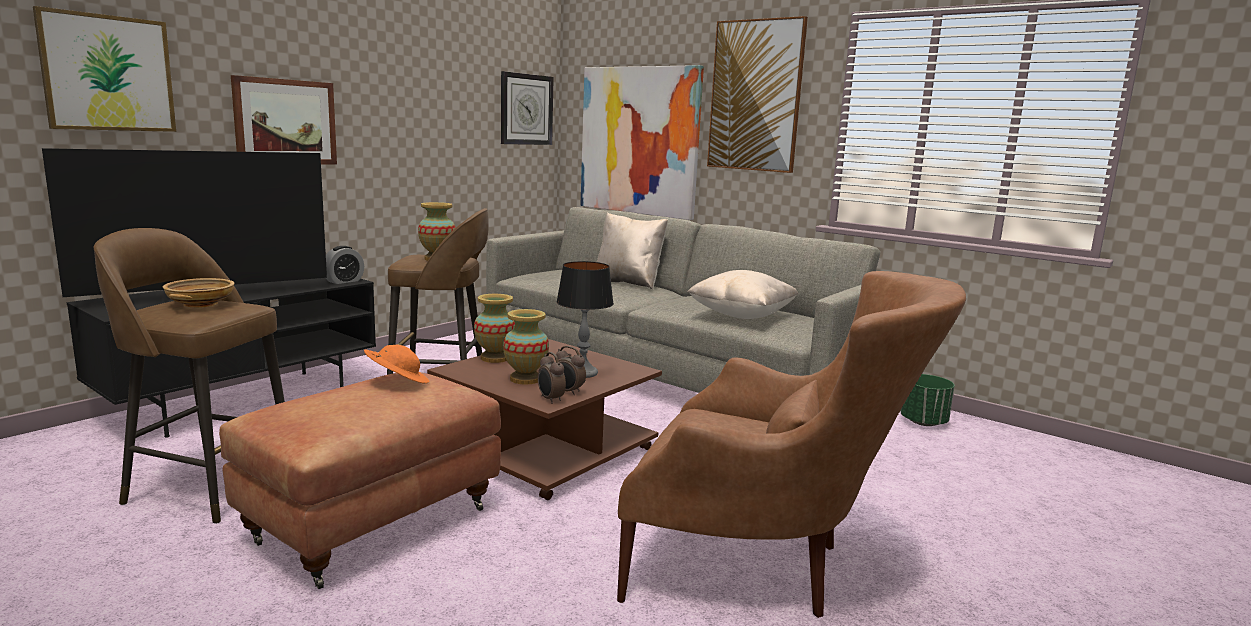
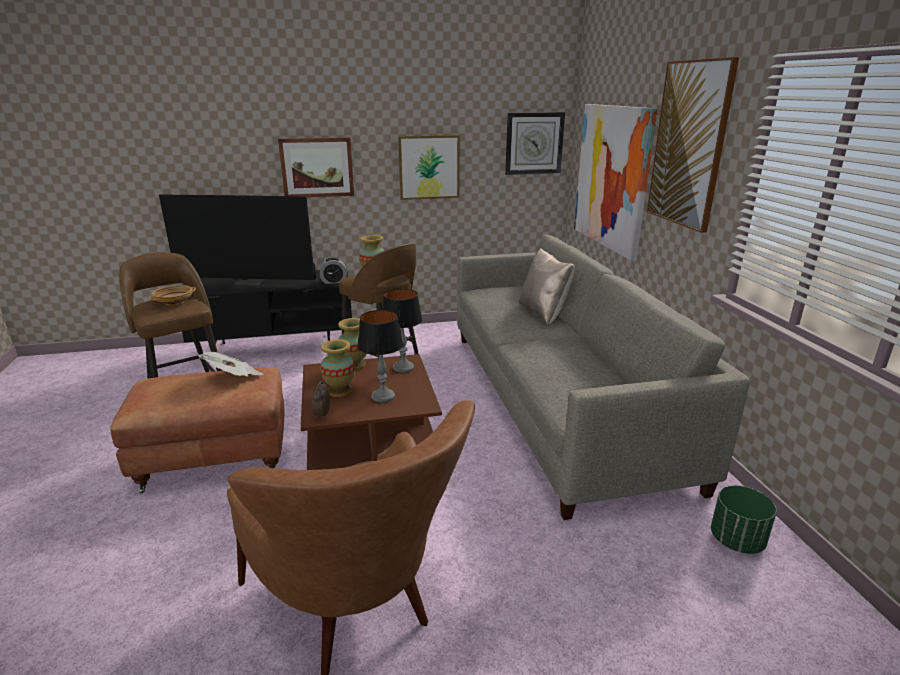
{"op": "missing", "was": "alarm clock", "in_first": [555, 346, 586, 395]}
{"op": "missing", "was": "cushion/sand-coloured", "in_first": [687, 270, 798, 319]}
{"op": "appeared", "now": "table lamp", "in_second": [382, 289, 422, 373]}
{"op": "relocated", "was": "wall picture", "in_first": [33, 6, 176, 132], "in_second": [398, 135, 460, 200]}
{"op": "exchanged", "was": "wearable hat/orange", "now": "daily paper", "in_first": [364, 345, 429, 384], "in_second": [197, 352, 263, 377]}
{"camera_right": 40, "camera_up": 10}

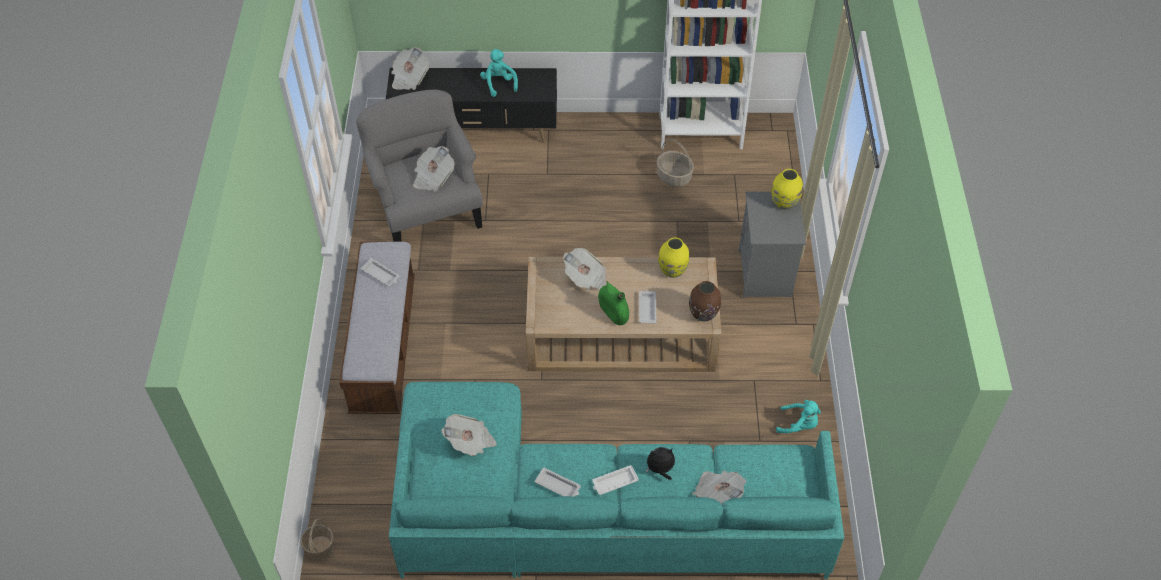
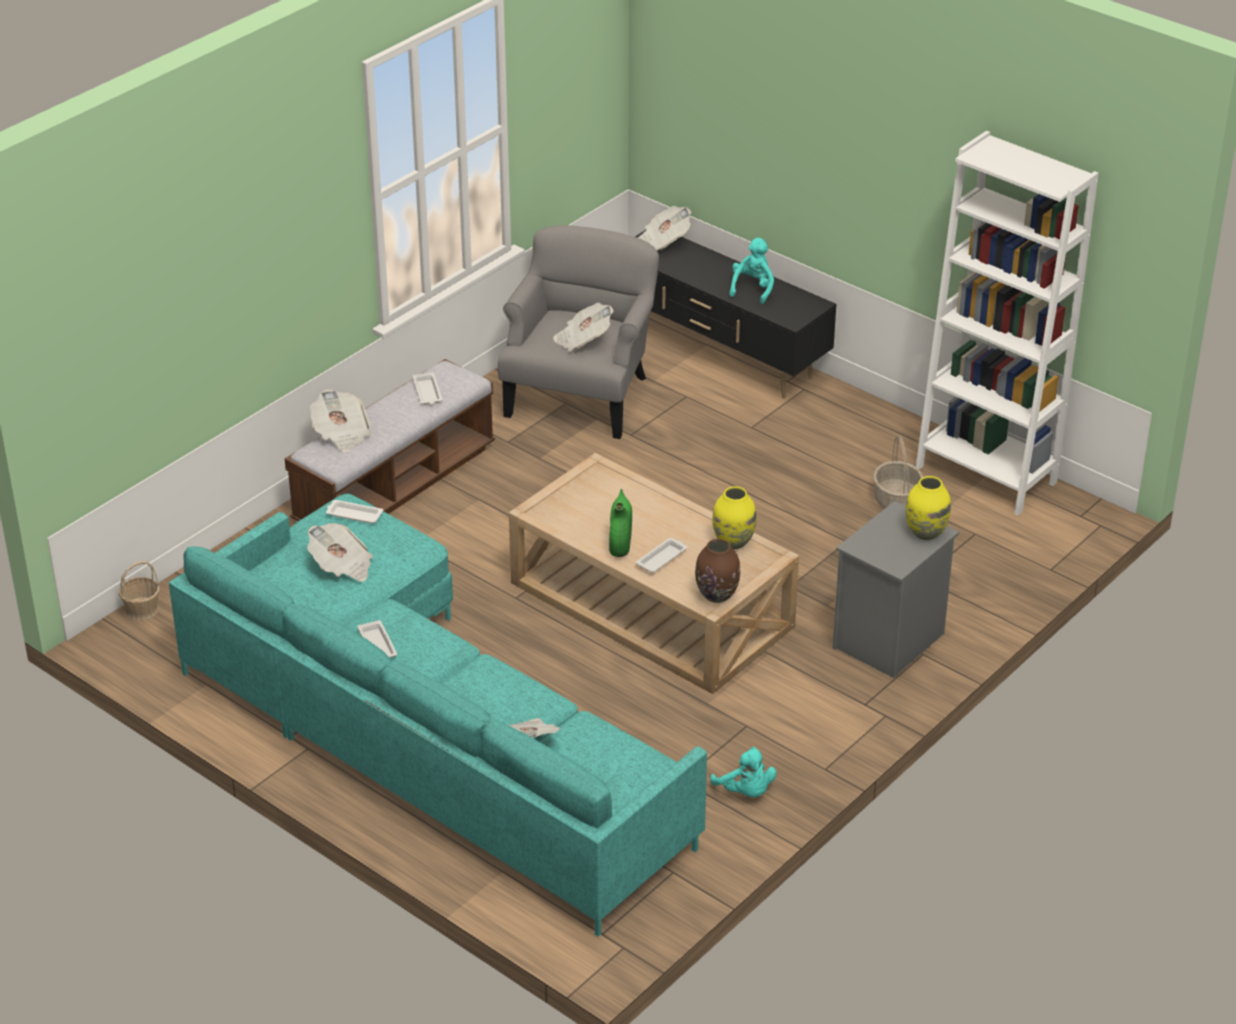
{"op": "missing", "was": "cuddly toy", "in_first": [646, 447, 675, 480]}
{"op": "relocated", "was": "daily paper", "in_first": [563, 248, 606, 290], "in_second": [310, 389, 371, 452]}
{"op": "relocated", "was": "serving tray/white", "in_first": [592, 465, 639, 495], "in_second": [326, 500, 383, 523]}
{"camera_right": 40, "camera_up": -15}

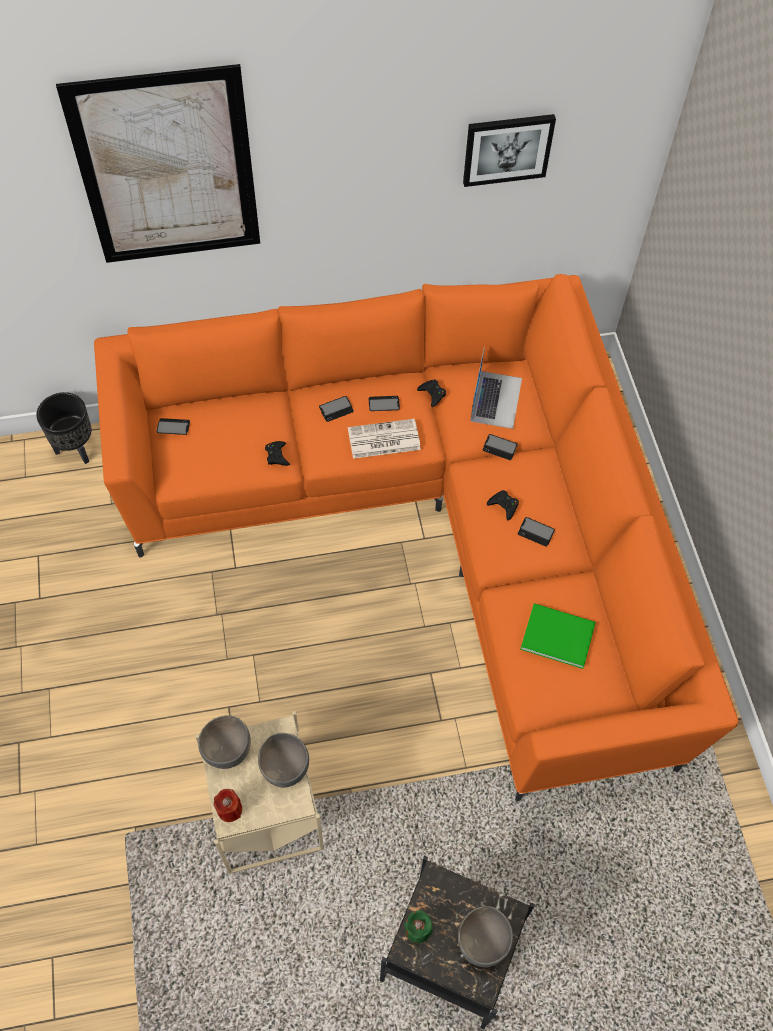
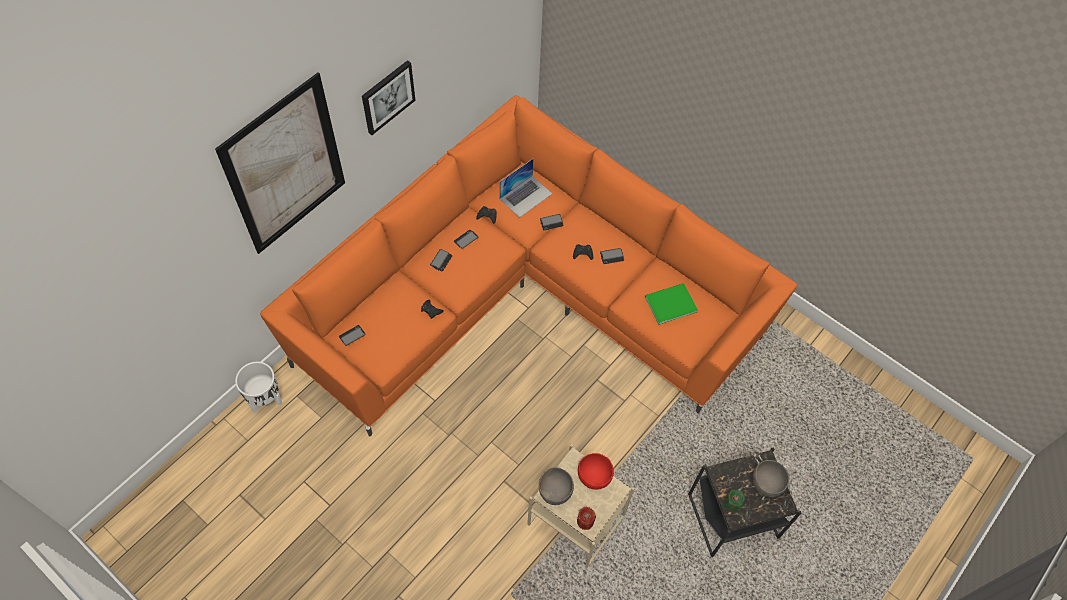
{"op": "missing", "was": "daily paper", "in_first": [348, 419, 421, 459]}
{"op": "relocated", "was": "wall picture", "in_first": [463, 114, 556, 187], "in_second": [362, 60, 416, 135]}
{"op": "colour", "was": "planter/black-coloured", "now": "planter/white", "in_first": [36, 392, 92, 464], "in_second": [235, 362, 282, 413]}
{"op": "colour", "was": "deep dish/greyish", "now": "deep dish/reddish", "in_first": [258, 733, 309, 788], "in_second": [578, 453, 614, 490]}
{"op": "spun", "was": "notebook computer", "in_first": [470, 346, 522, 429], "in_second": [499, 158, 553, 218], "clockwise": 75}
{"camera_right": -40, "camera_up": 0}

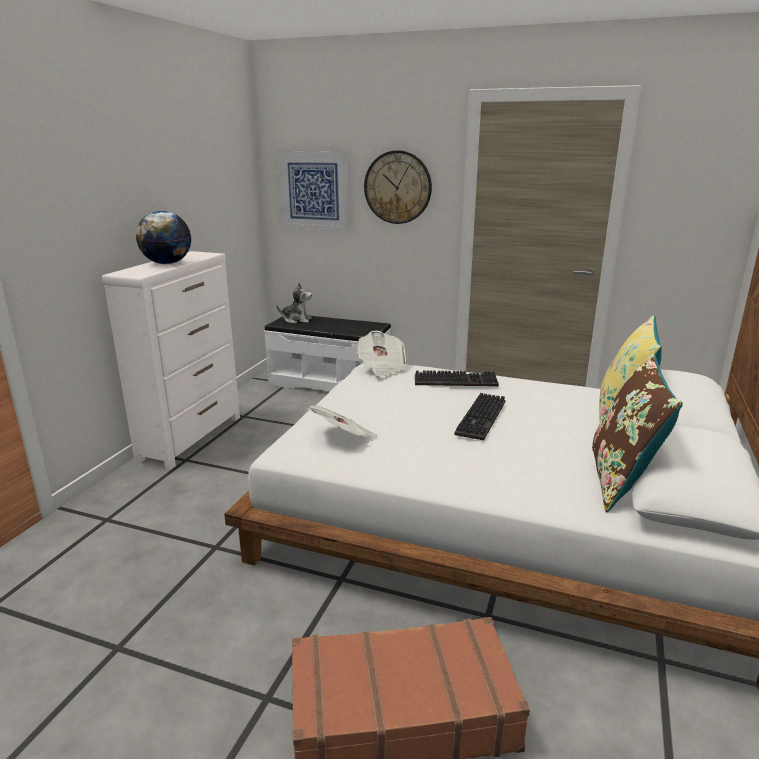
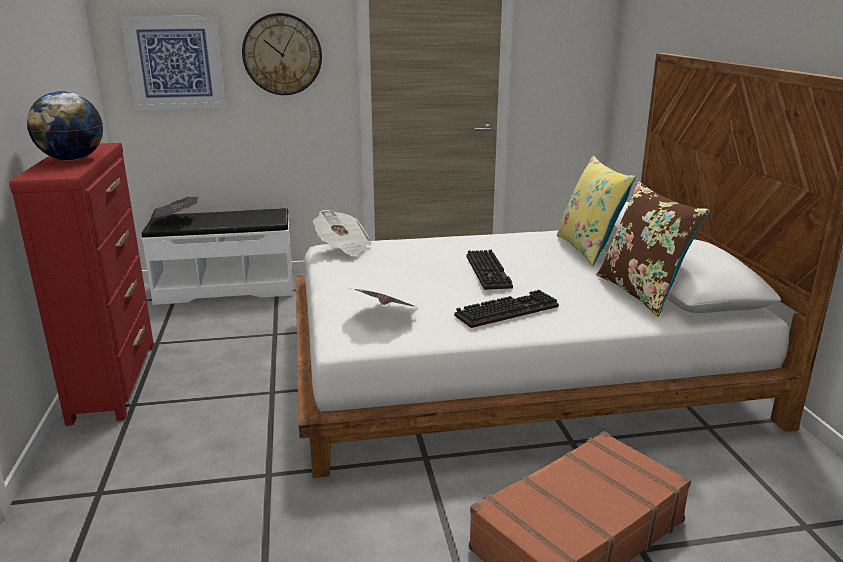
{"op": "relocated", "was": "keyboard", "in_first": [415, 370, 499, 386], "in_second": [454, 290, 559, 328]}
{"op": "exchanged", "was": "cuddly toy", "now": "daily paper", "in_first": [277, 283, 312, 324], "in_second": [151, 197, 198, 218]}
{"op": "colour", "was": "drawer chest/white", "now": "drawer chest/reddish", "in_first": [102, 251, 240, 470], "in_second": [9, 143, 154, 426]}
{"camera_right": -30, "camera_up": 0}

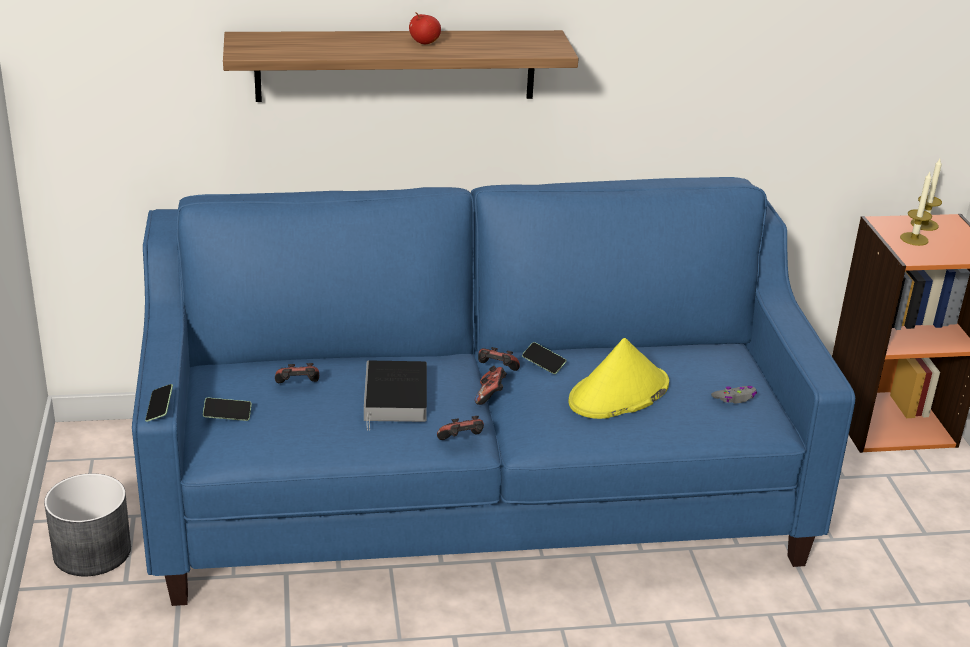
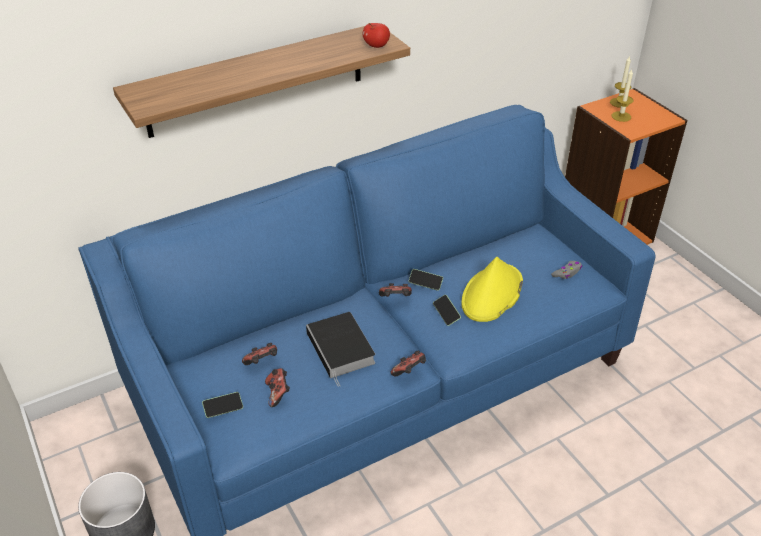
{"op": "relocated", "was": "handset", "in_first": [145, 384, 173, 422], "in_second": [433, 295, 461, 326]}
{"op": "relocated", "was": "apple fruit", "in_first": [409, 12, 441, 44], "in_second": [363, 23, 390, 48]}
{"op": "relocated", "was": "joypad", "in_first": [475, 366, 507, 405], "in_second": [265, 368, 290, 407]}
{"camera_right": -20, "camera_up": 10}

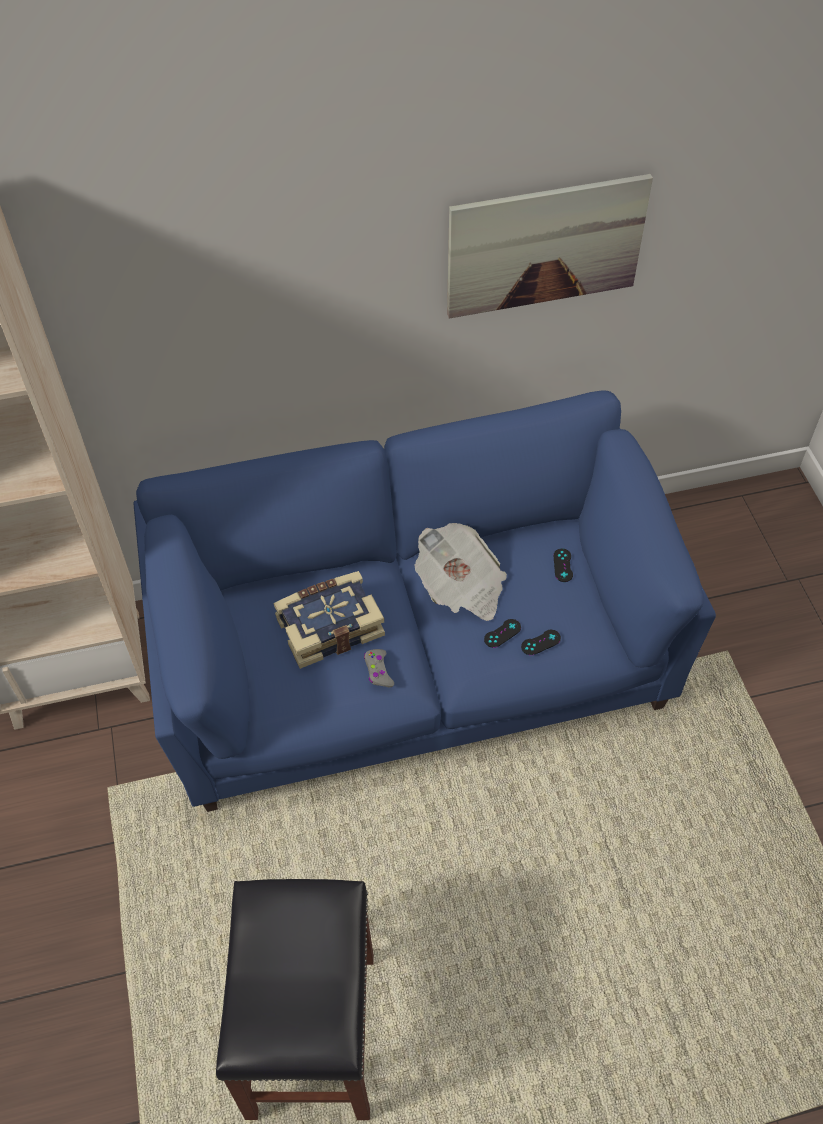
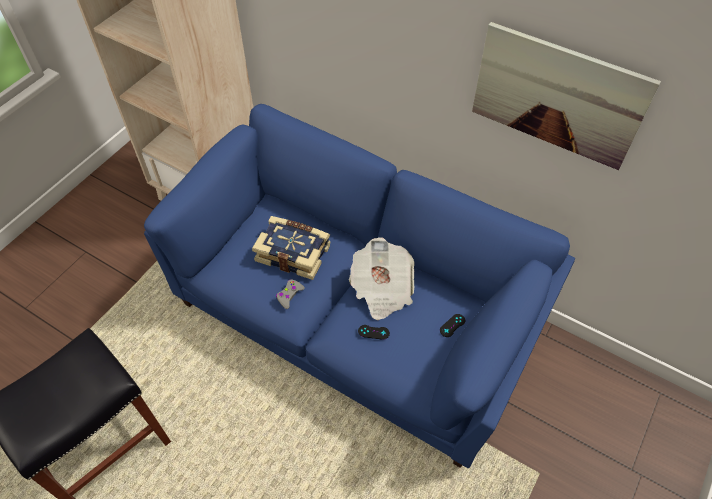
{"op": "missing", "was": "joypad/black-coloured", "in_first": [521, 630, 561, 655]}
{"camera_right": 45, "camera_up": 0}

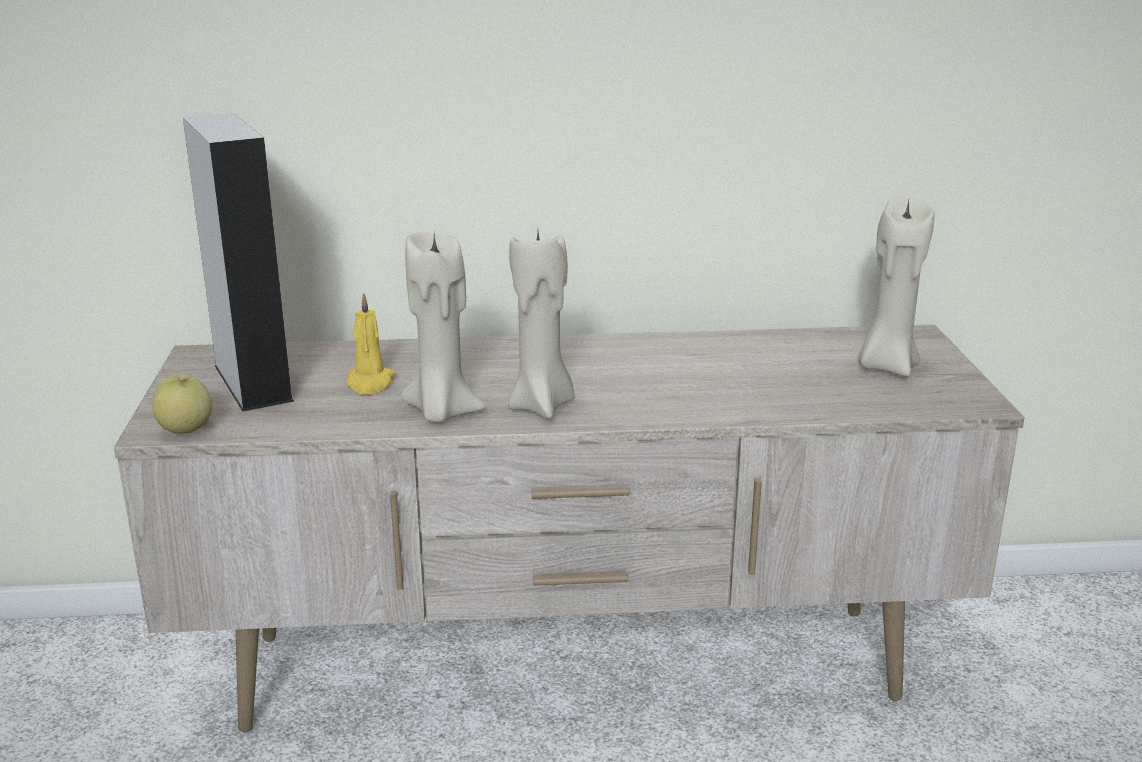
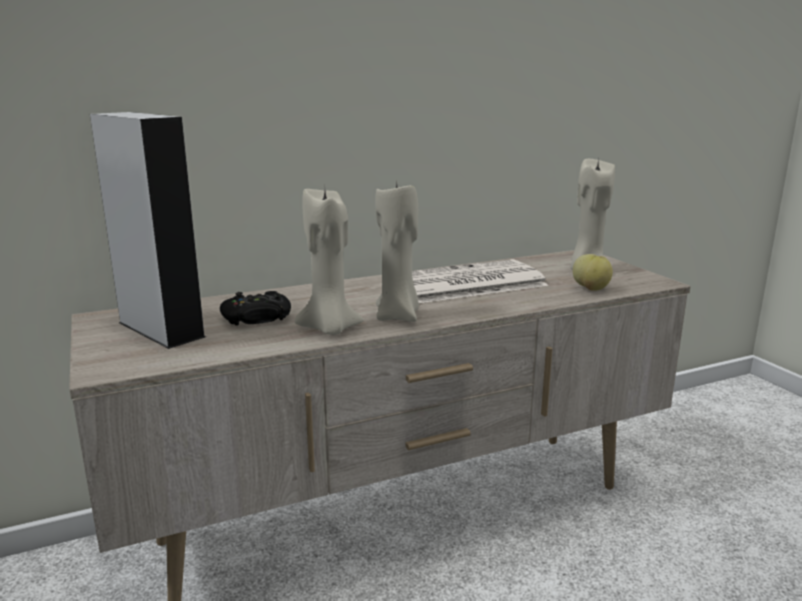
{"op": "appeared", "now": "daily paper", "in_second": [412, 259, 549, 303]}
{"op": "relocated", "was": "apple fruit", "in_first": [152, 374, 212, 434], "in_second": [573, 254, 613, 291]}
{"op": "exchanged", "was": "wax light/yellow", "now": "joypad/black-coloured", "in_first": [347, 292, 396, 395], "in_second": [220, 291, 291, 326]}
{"camera_right": -20, "camera_up": -5}

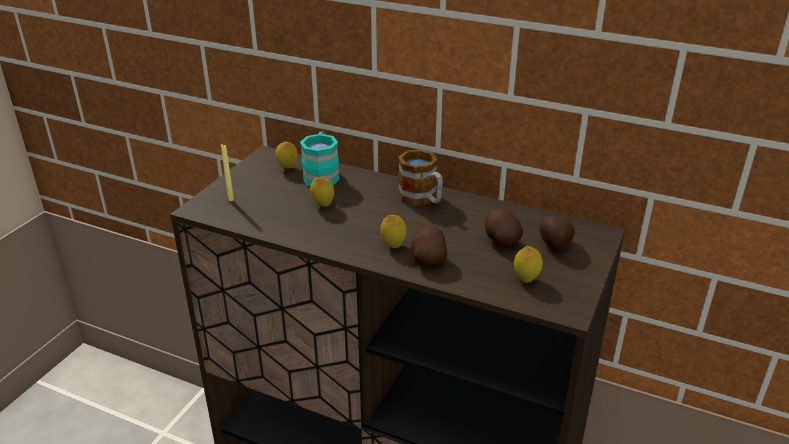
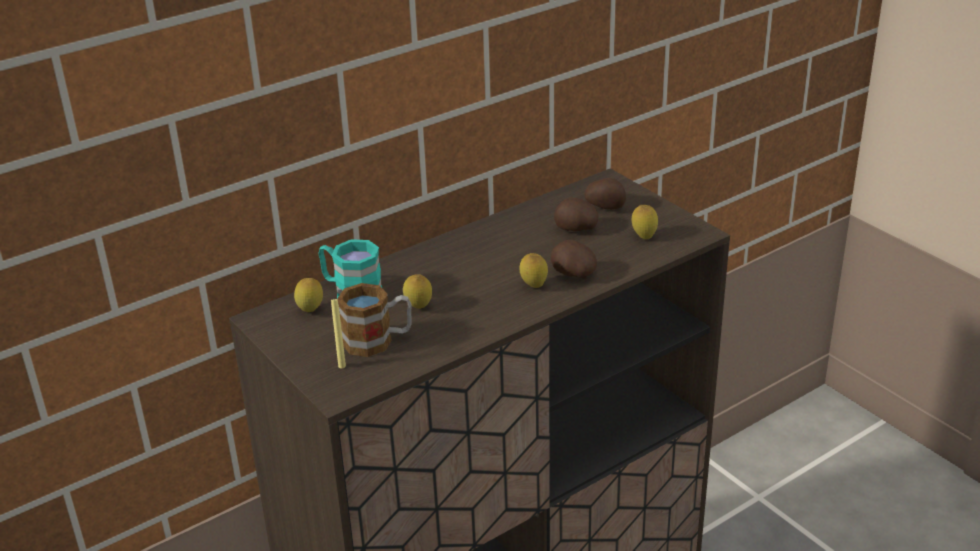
{"op": "relocated", "was": "coffee mug", "in_first": [398, 149, 443, 206], "in_second": [337, 283, 412, 357]}
{"camera_right": -60, "camera_up": 0}

